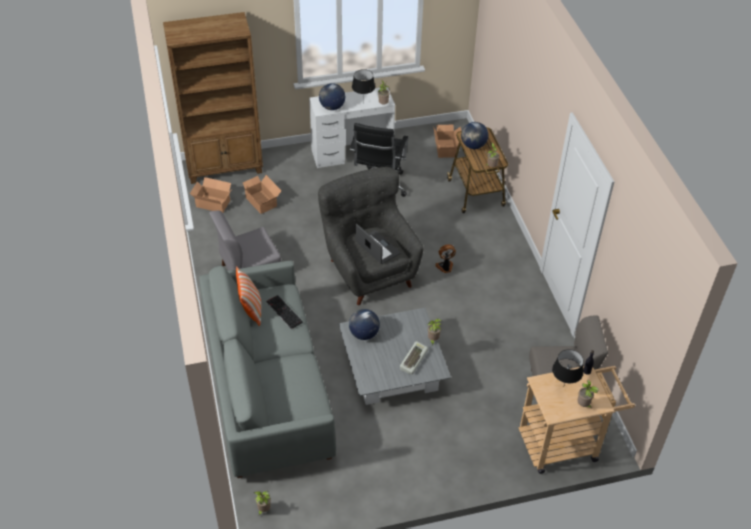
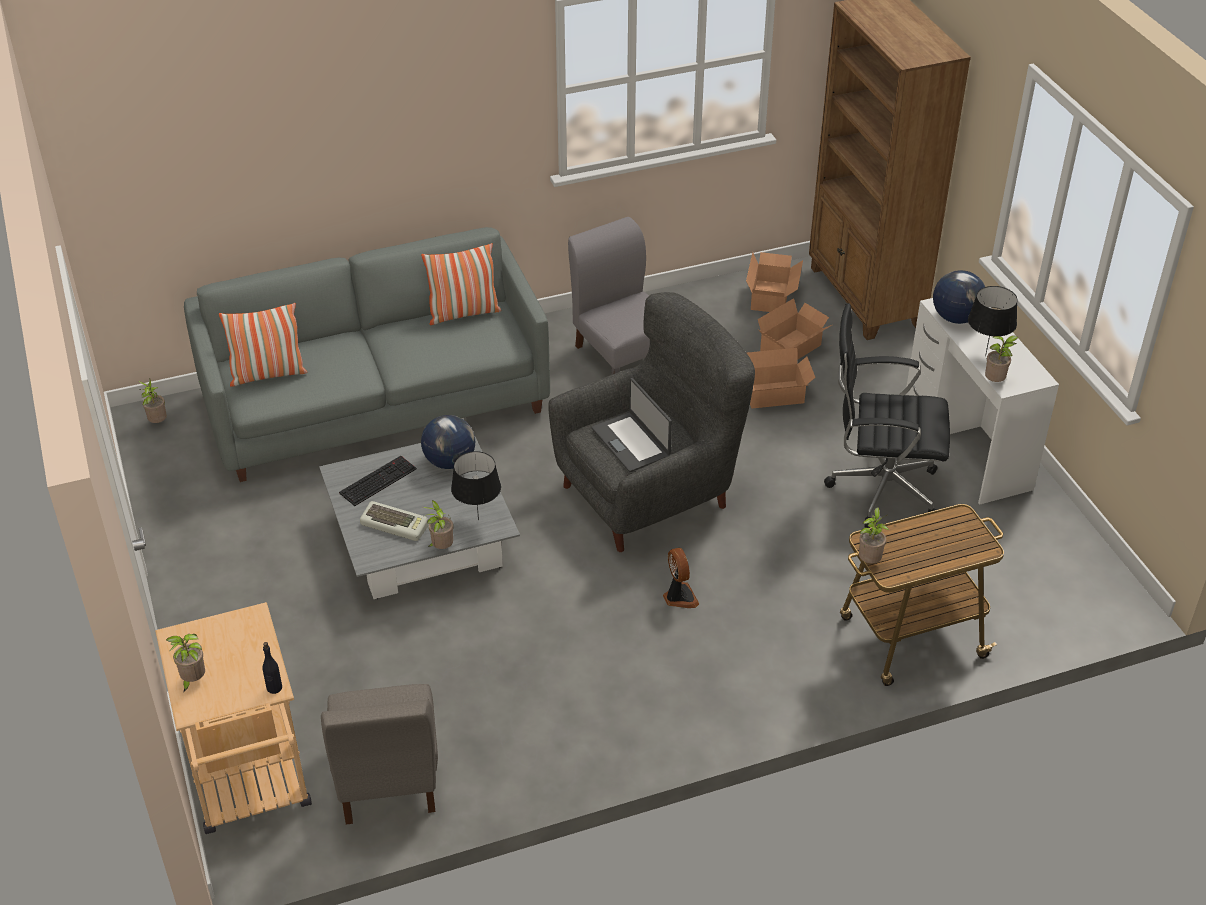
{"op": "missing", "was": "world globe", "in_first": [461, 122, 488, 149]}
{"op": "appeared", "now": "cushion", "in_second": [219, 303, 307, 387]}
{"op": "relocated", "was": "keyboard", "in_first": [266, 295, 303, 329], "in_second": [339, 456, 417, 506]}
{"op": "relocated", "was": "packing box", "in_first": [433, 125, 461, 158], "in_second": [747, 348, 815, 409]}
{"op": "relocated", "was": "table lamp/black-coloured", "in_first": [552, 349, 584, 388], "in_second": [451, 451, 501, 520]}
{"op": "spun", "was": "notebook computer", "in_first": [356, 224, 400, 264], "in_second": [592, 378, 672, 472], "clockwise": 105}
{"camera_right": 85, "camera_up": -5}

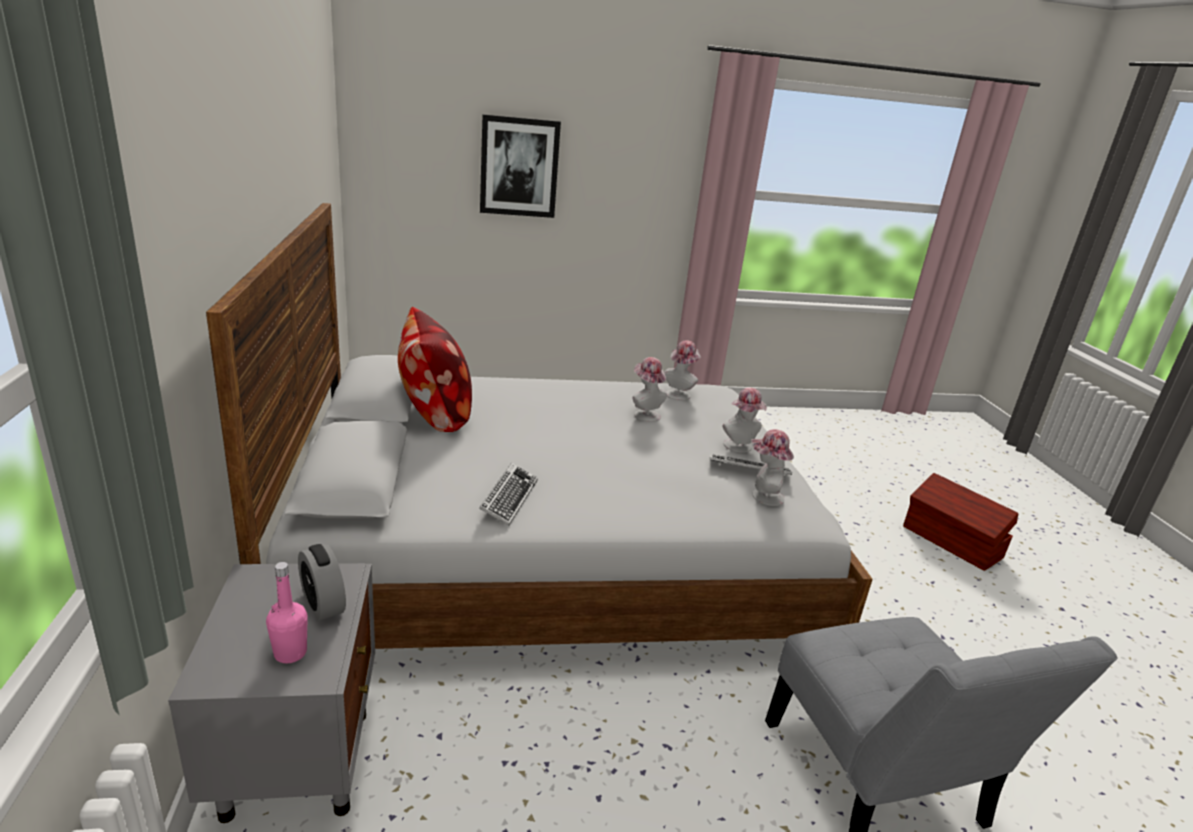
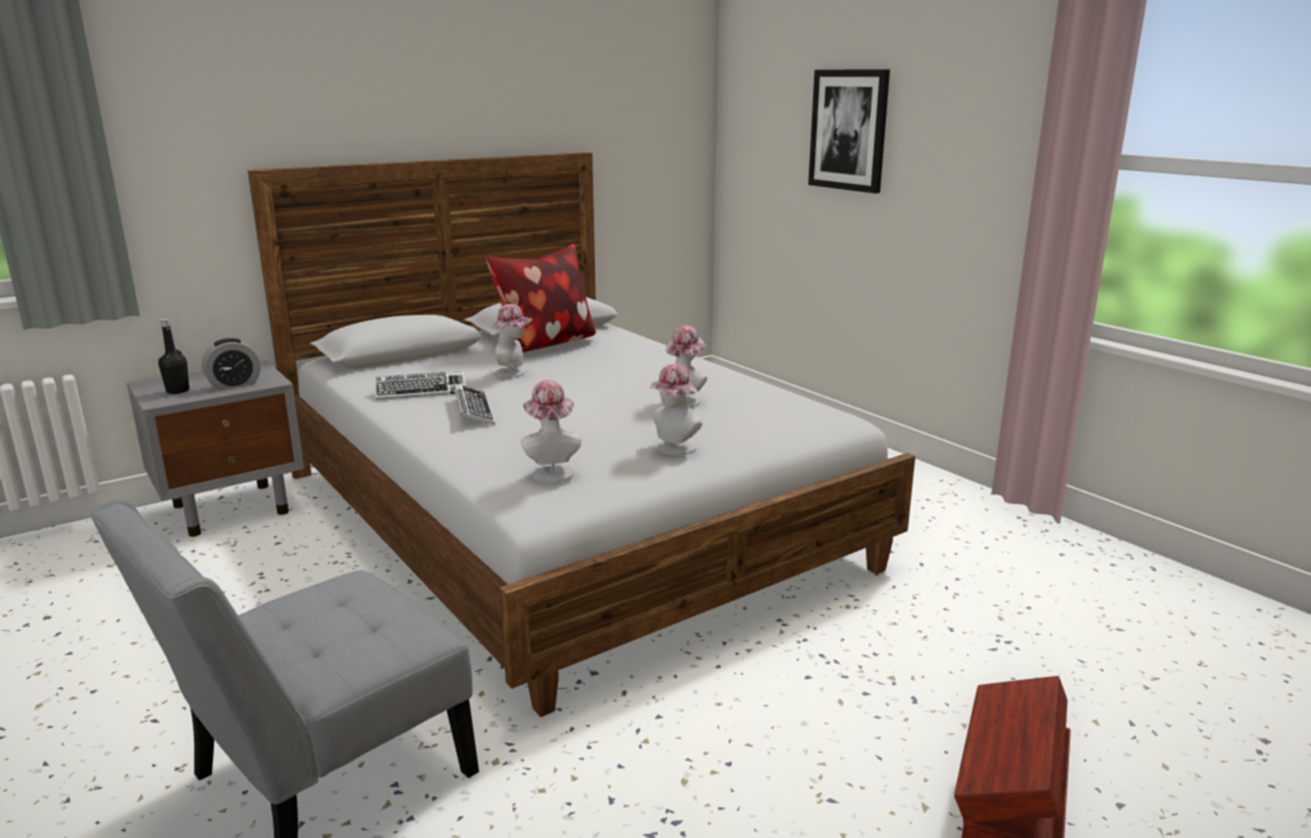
{"op": "relocated", "was": "wearable hat", "in_first": [664, 340, 701, 401], "in_second": [492, 304, 533, 378]}
{"op": "relocated", "was": "keyboard", "in_first": [710, 455, 792, 477], "in_second": [454, 384, 495, 425]}
{"op": "colour", "was": "drink bottle/pink-coloured", "now": "drink bottle/black-coloured", "in_first": [266, 562, 308, 663], "in_second": [158, 319, 189, 394]}
{"op": "spun", "was": "alarm clock", "in_first": [298, 544, 346, 621], "in_second": [202, 338, 261, 390], "clockwise": -150}
{"camera_right": 65, "camera_up": -5}

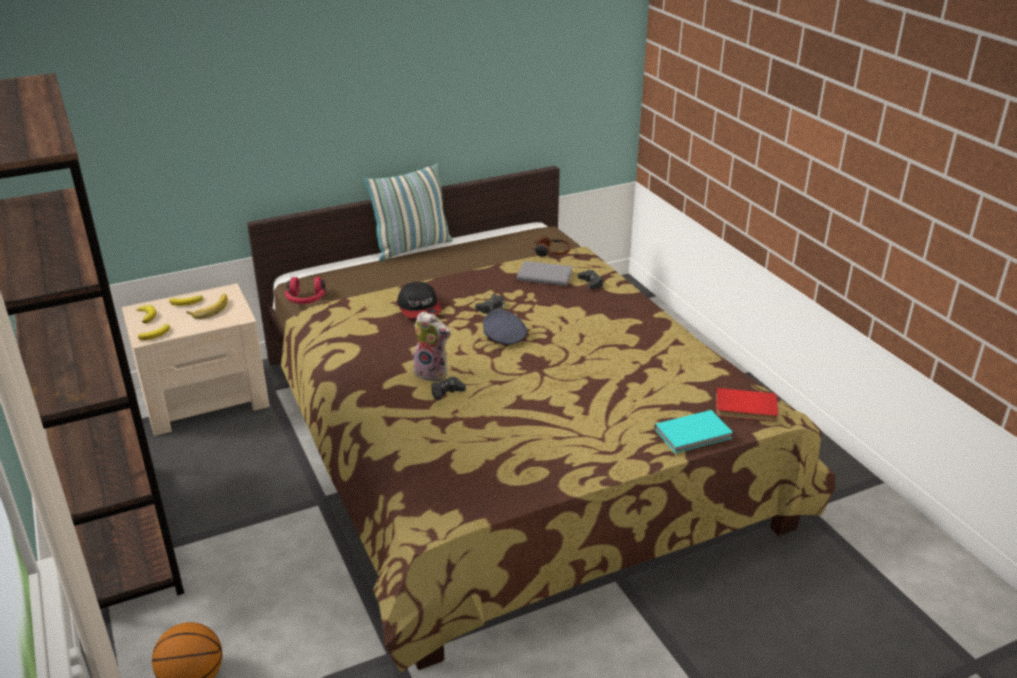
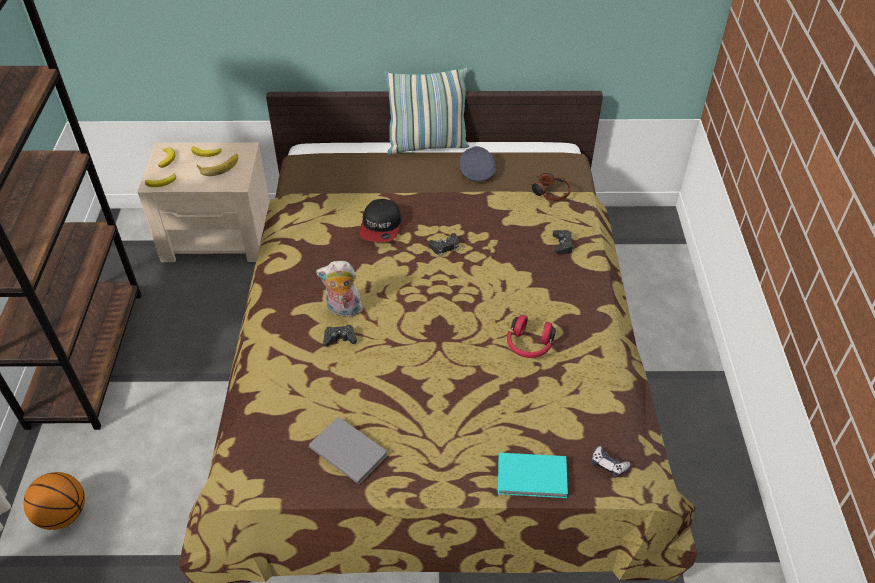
{"op": "relocated", "was": "pair of headphones/reddish", "in_first": [285, 276, 326, 304], "in_second": [507, 315, 556, 358]}
{"op": "relocated", "was": "peaked cap/greyish", "in_first": [483, 309, 528, 345], "in_second": [459, 146, 496, 182]}
{"op": "relocated", "was": "volume/greyish", "in_first": [517, 261, 573, 286], "in_second": [309, 416, 388, 484]}
{"op": "exchanged", "was": "volume/reddish", "now": "joypad", "in_first": [716, 388, 779, 422], "in_second": [592, 446, 631, 478]}
{"op": "spun", "was": "cuddly toy", "in_first": [413, 311, 451, 382], "in_second": [316, 261, 362, 317], "clockwise": 135}
{"camera_right": 25, "camera_up": 15}

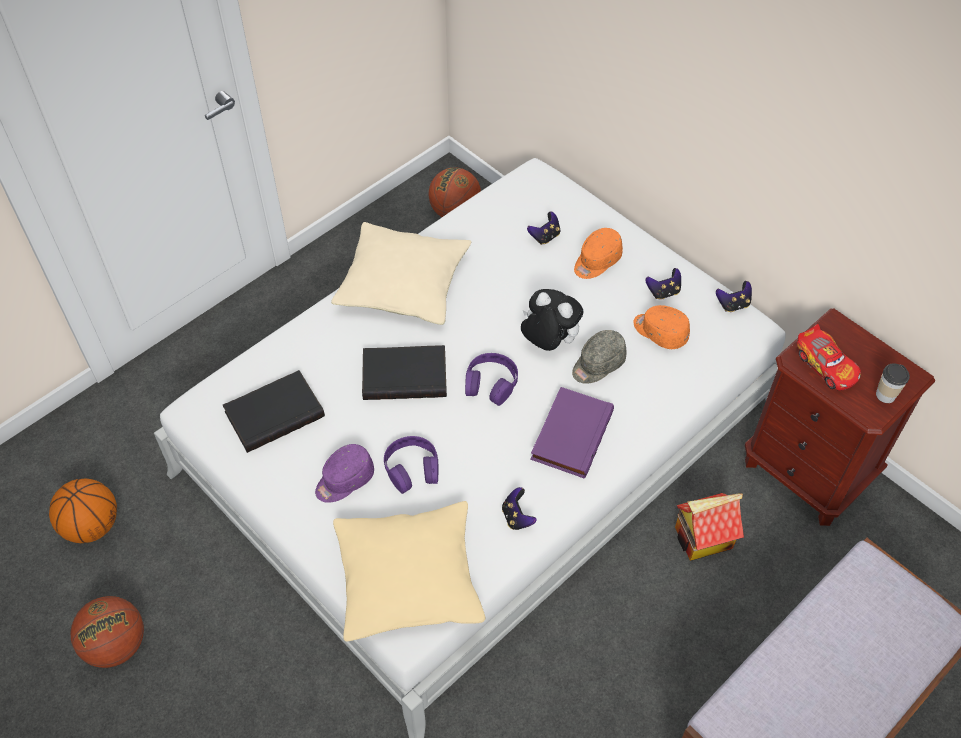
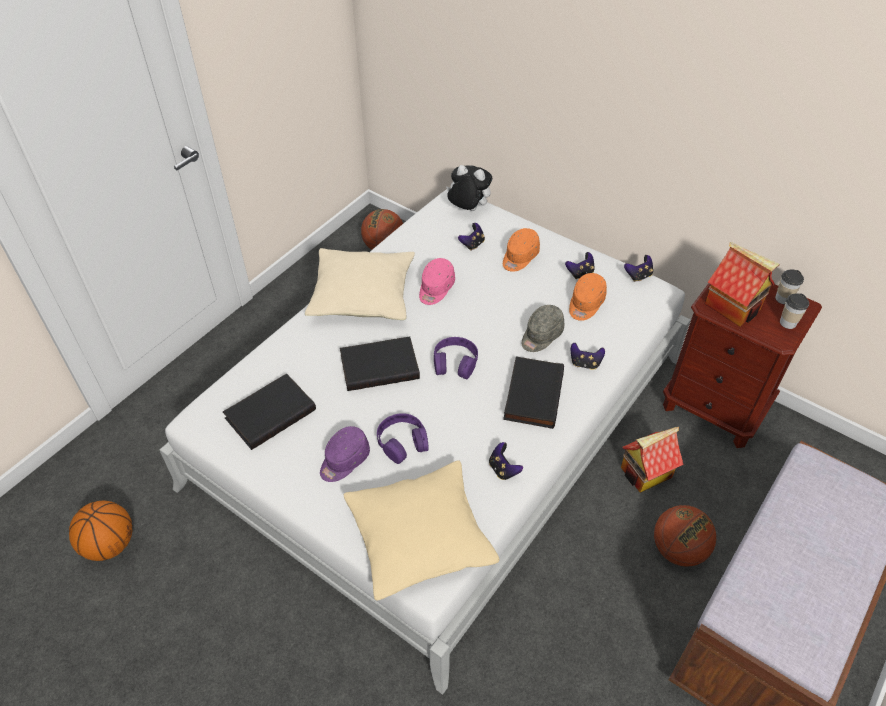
{"op": "appeared", "now": "peaked cap/pink-coloured", "in_second": [419, 258, 455, 305]}
{"op": "appeared", "now": "joypad", "in_second": [571, 343, 605, 370]}
{"op": "appeared", "now": "small cup", "in_second": [775, 269, 804, 304]}
{"op": "relocated", "was": "basketball", "in_first": [71, 596, 144, 668], "in_second": [654, 505, 716, 566]}
{"op": "relocated", "was": "cuddly toy", "in_first": [521, 289, 583, 351], "in_second": [446, 165, 492, 211]}
{"op": "exchanged", "was": "miniature car", "now": "model house", "in_first": [797, 324, 861, 391], "in_second": [705, 242, 780, 327]}
{"op": "colour", "was": "volume/purple", "now": "volume/black-coloured", "in_first": [530, 387, 614, 478], "in_second": [503, 356, 564, 429]}
{"op": "spun", "was": "peaked cap/orange", "in_first": [633, 305, 690, 349], "in_second": [569, 273, 607, 321], "clockwise": -90}
{"camera_right": -10, "camera_up": -5}

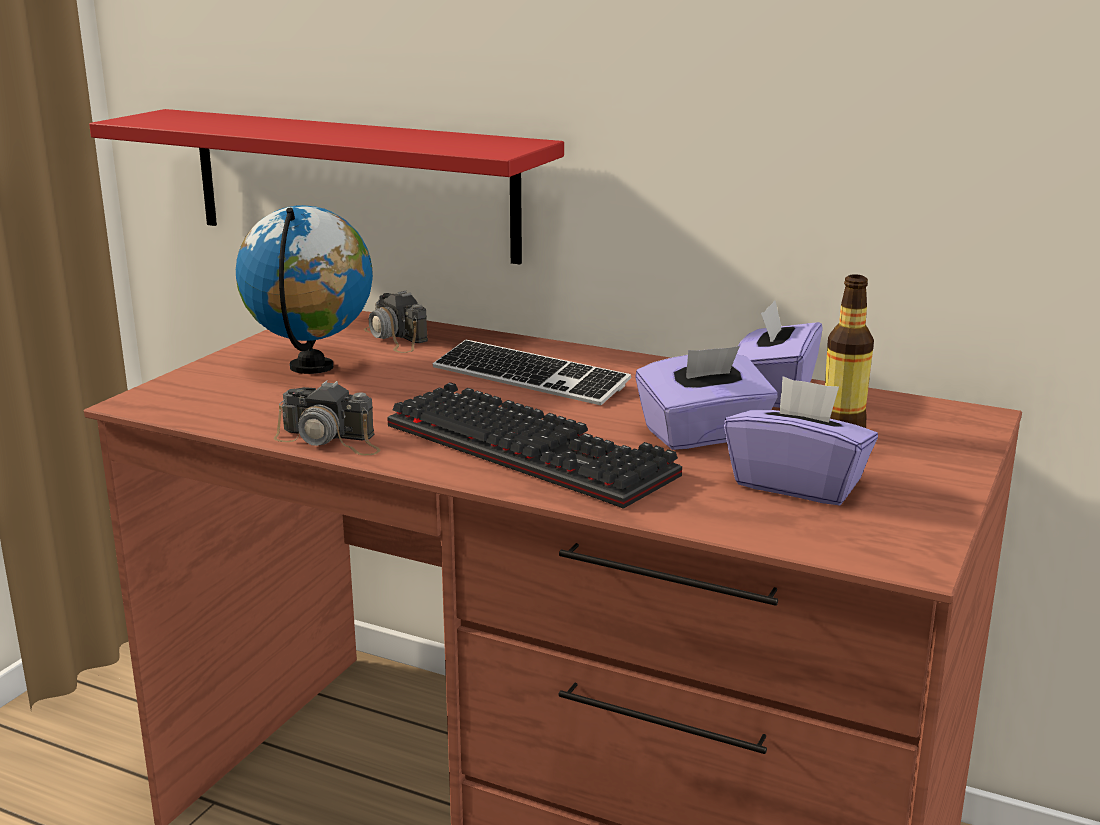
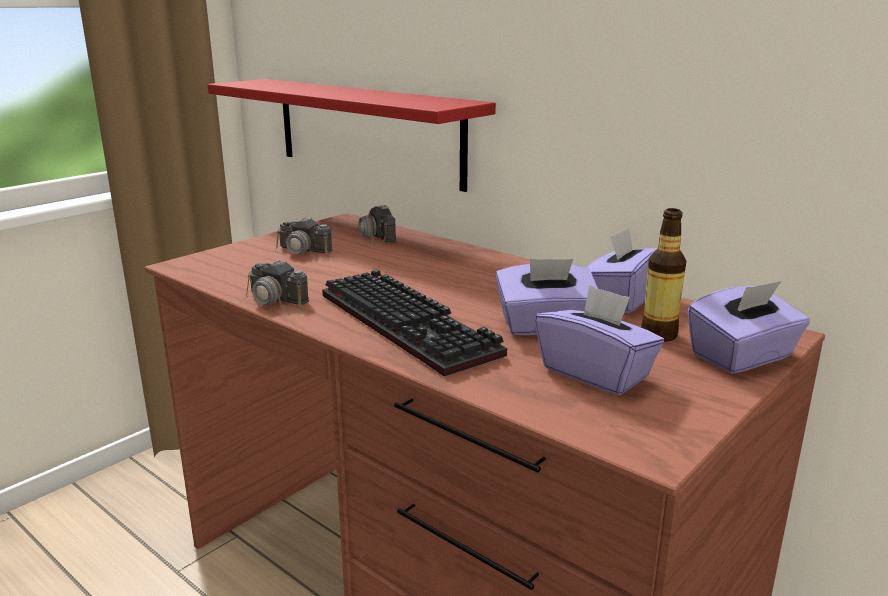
{"op": "missing", "was": "keyboard", "in_first": [433, 340, 631, 405]}
{"op": "appeared", "now": "tissue box/purple", "in_second": [688, 281, 810, 374]}
{"op": "exchanged", "was": "world globe", "now": "still camera", "in_first": [236, 205, 373, 374], "in_second": [273, 217, 333, 260]}
{"camera_right": 15, "camera_up": 0}

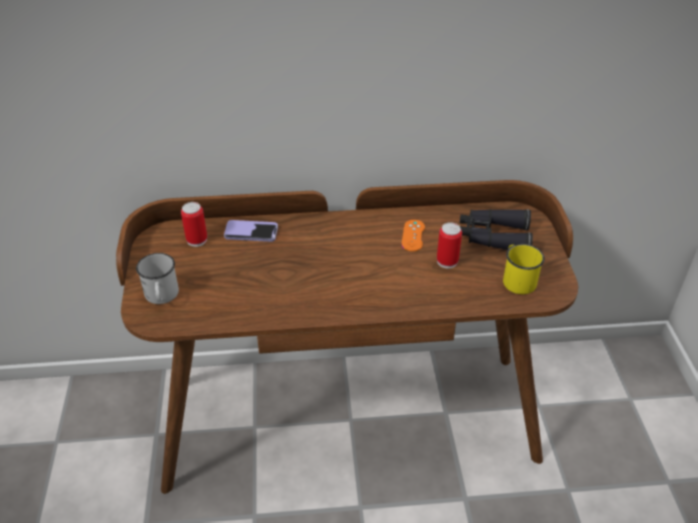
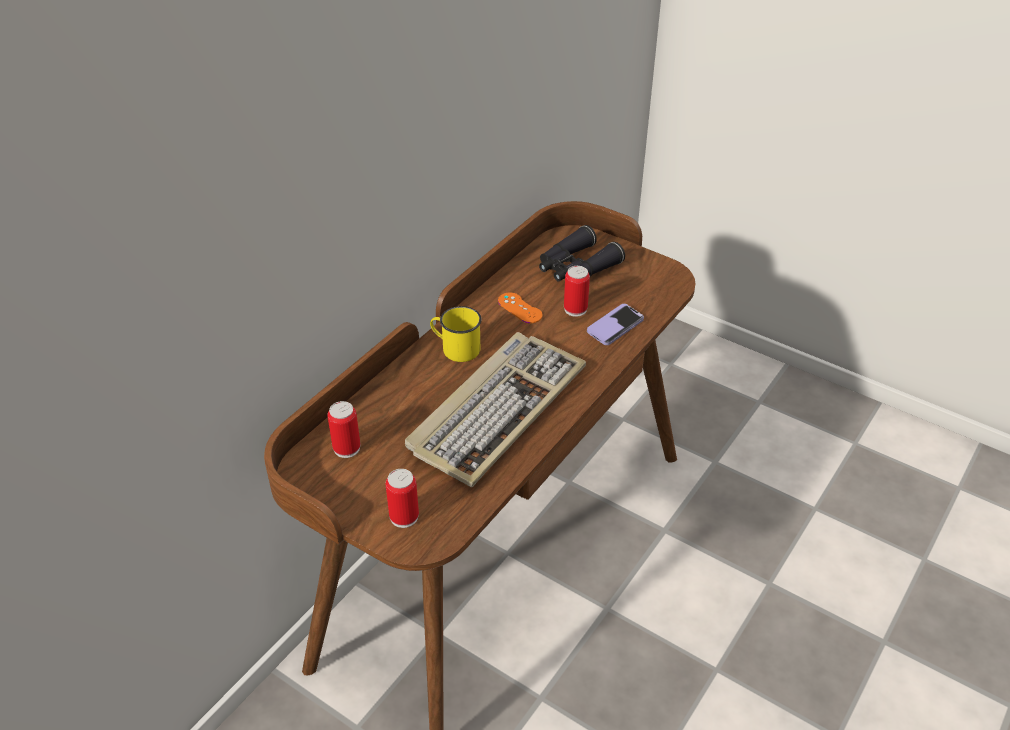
{"op": "appeared", "now": "keyboard", "in_second": [405, 332, 586, 487]}
{"op": "relocated", "was": "handset", "in_first": [224, 220, 278, 242], "in_second": [587, 304, 644, 345]}
{"op": "relocated", "was": "coffee mug/yellow", "in_first": [503, 244, 545, 294], "in_second": [430, 306, 482, 362]}
{"op": "exchanged", "was": "coffee mug/white", "now": "sealed can", "in_first": [136, 253, 179, 304], "in_second": [385, 469, 419, 528]}
{"camera_right": -50, "camera_up": 0}

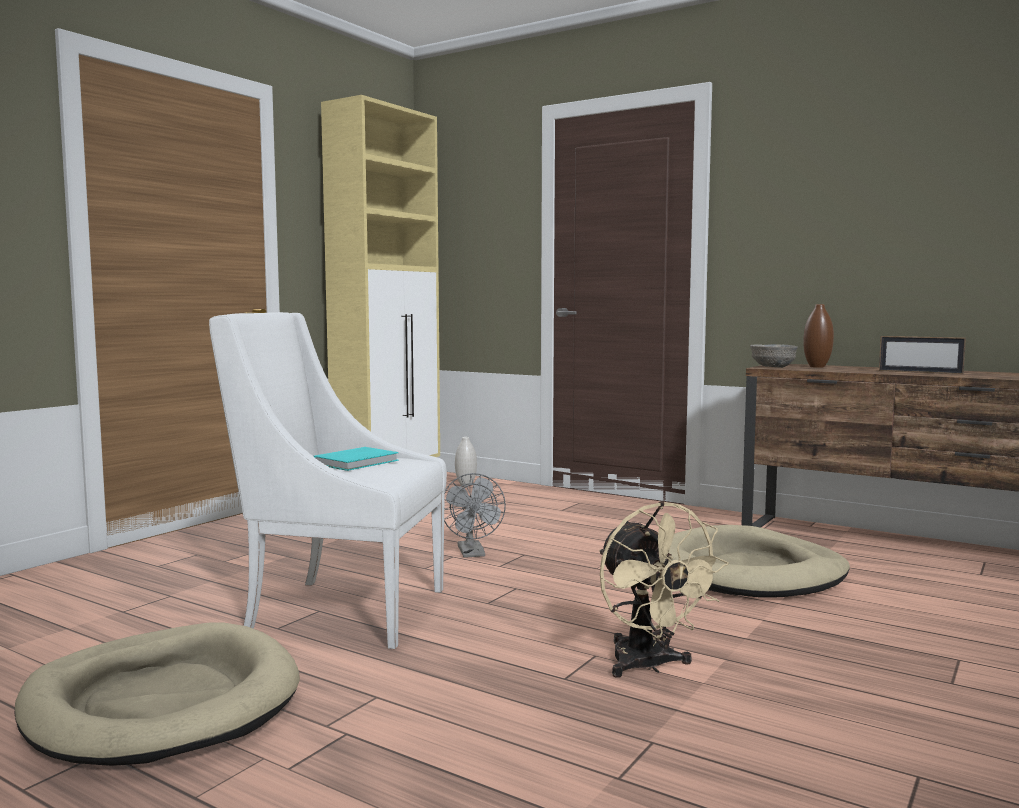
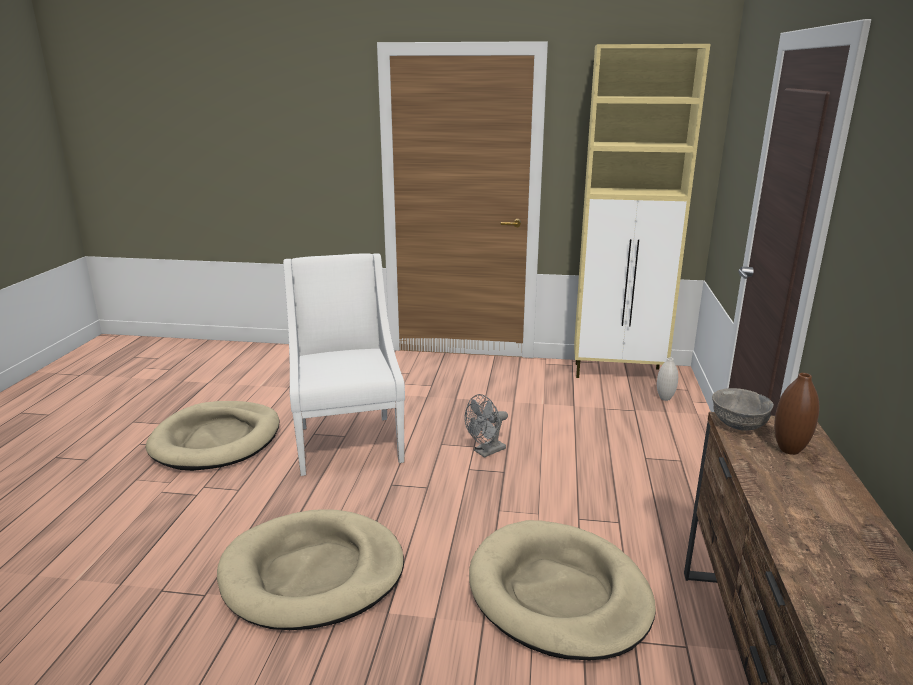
{"op": "missing", "was": "volume/blue-green", "in_first": [314, 447, 399, 471]}
{"op": "missing", "was": "standing frame", "in_first": [879, 336, 966, 374]}
{"op": "exchanged", "was": "electric fan/sand-coloured", "now": "dog bed/sand-coloured", "in_first": [599, 501, 729, 677], "in_second": [217, 509, 404, 630]}
{"camera_right": 65, "camera_up": 15}

